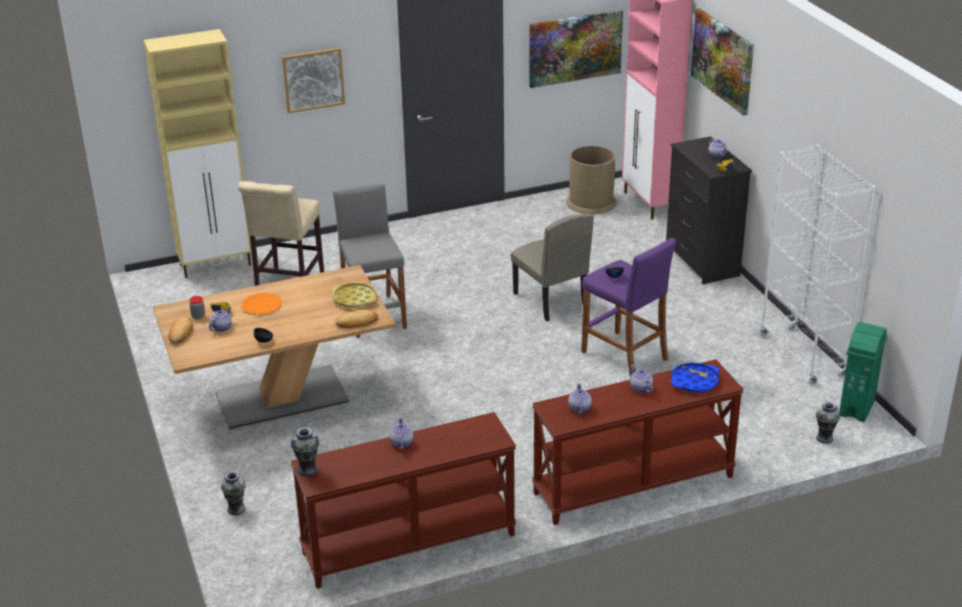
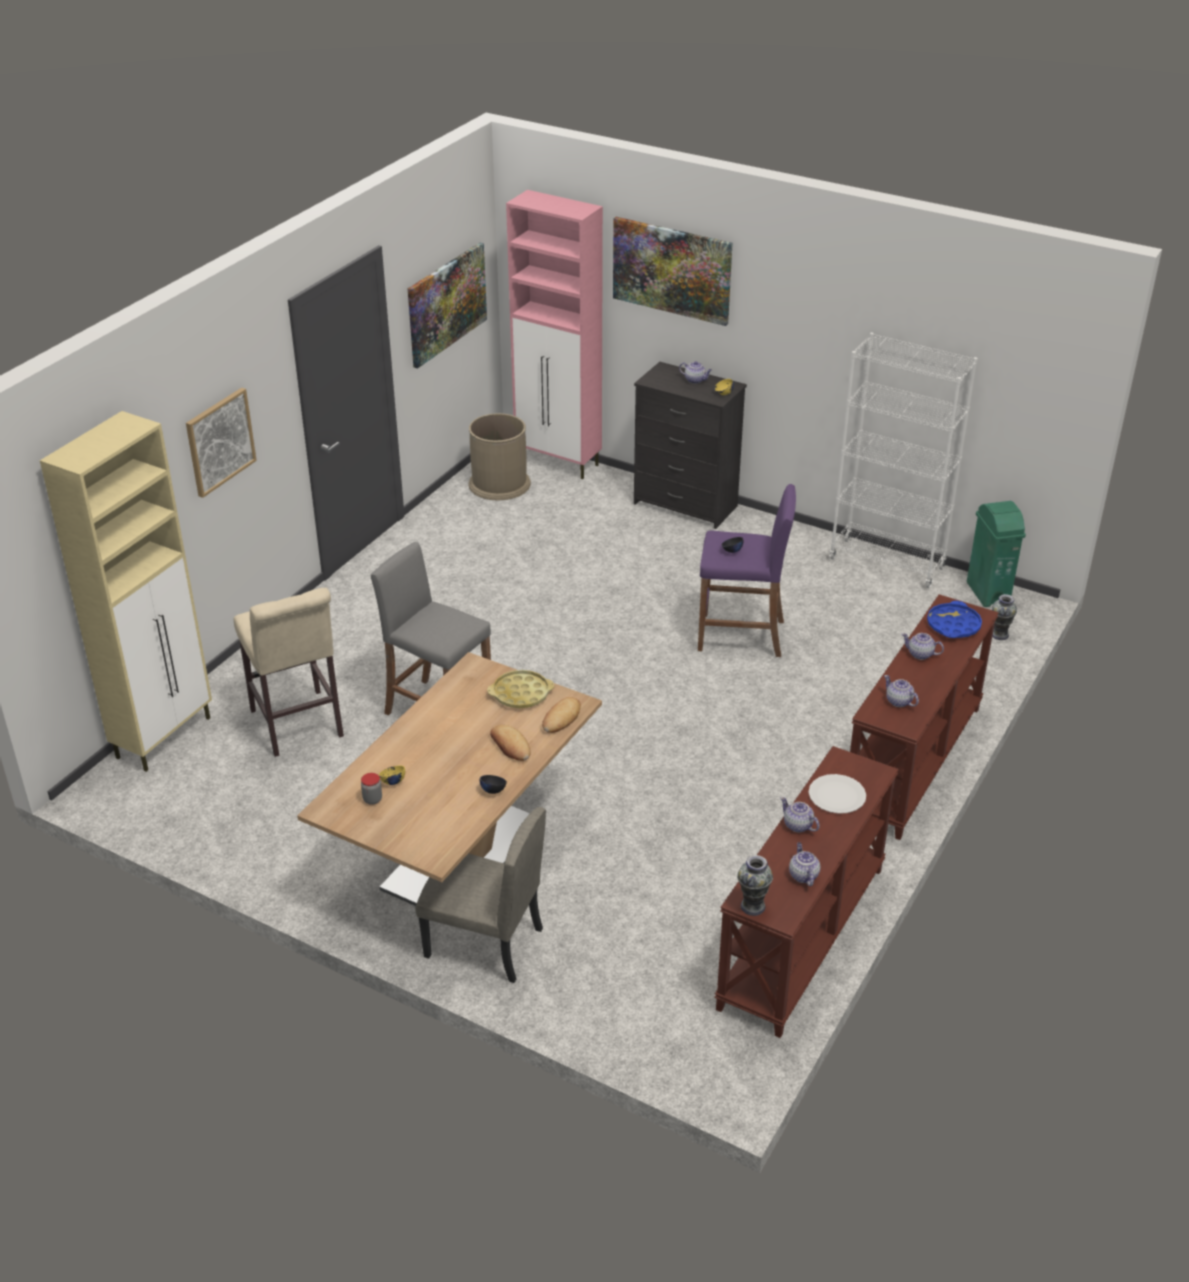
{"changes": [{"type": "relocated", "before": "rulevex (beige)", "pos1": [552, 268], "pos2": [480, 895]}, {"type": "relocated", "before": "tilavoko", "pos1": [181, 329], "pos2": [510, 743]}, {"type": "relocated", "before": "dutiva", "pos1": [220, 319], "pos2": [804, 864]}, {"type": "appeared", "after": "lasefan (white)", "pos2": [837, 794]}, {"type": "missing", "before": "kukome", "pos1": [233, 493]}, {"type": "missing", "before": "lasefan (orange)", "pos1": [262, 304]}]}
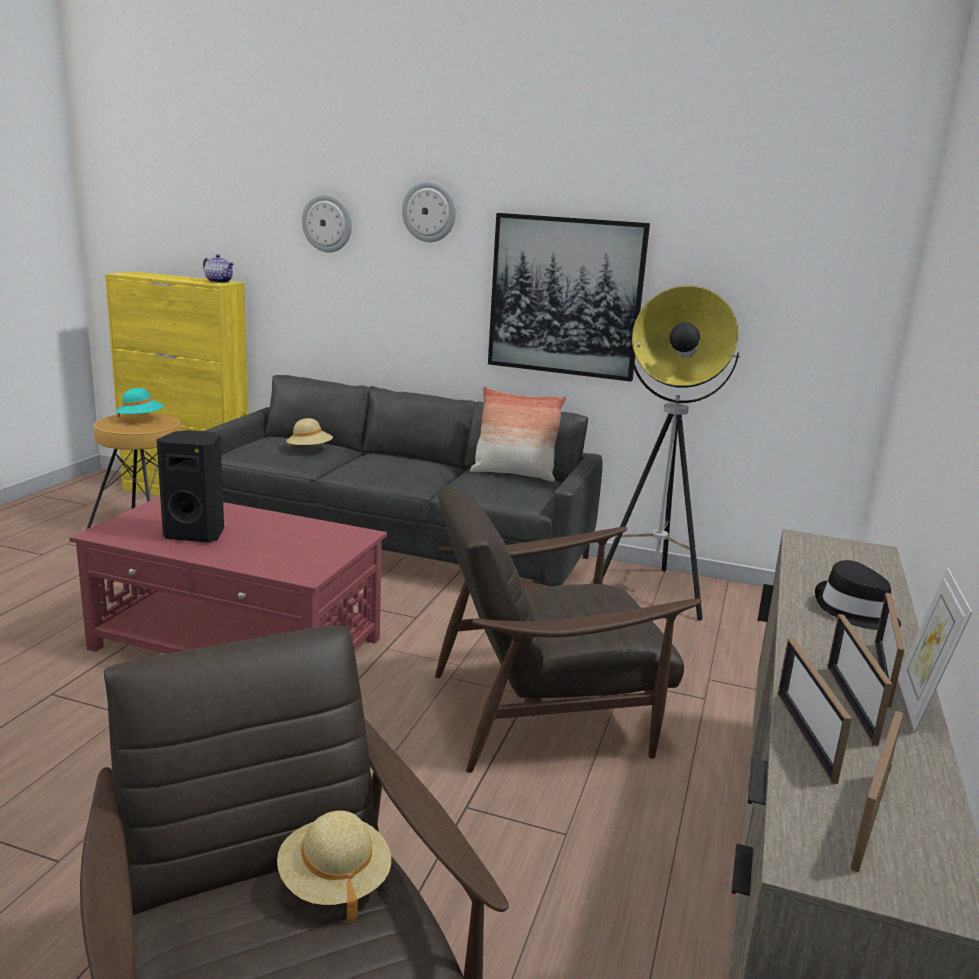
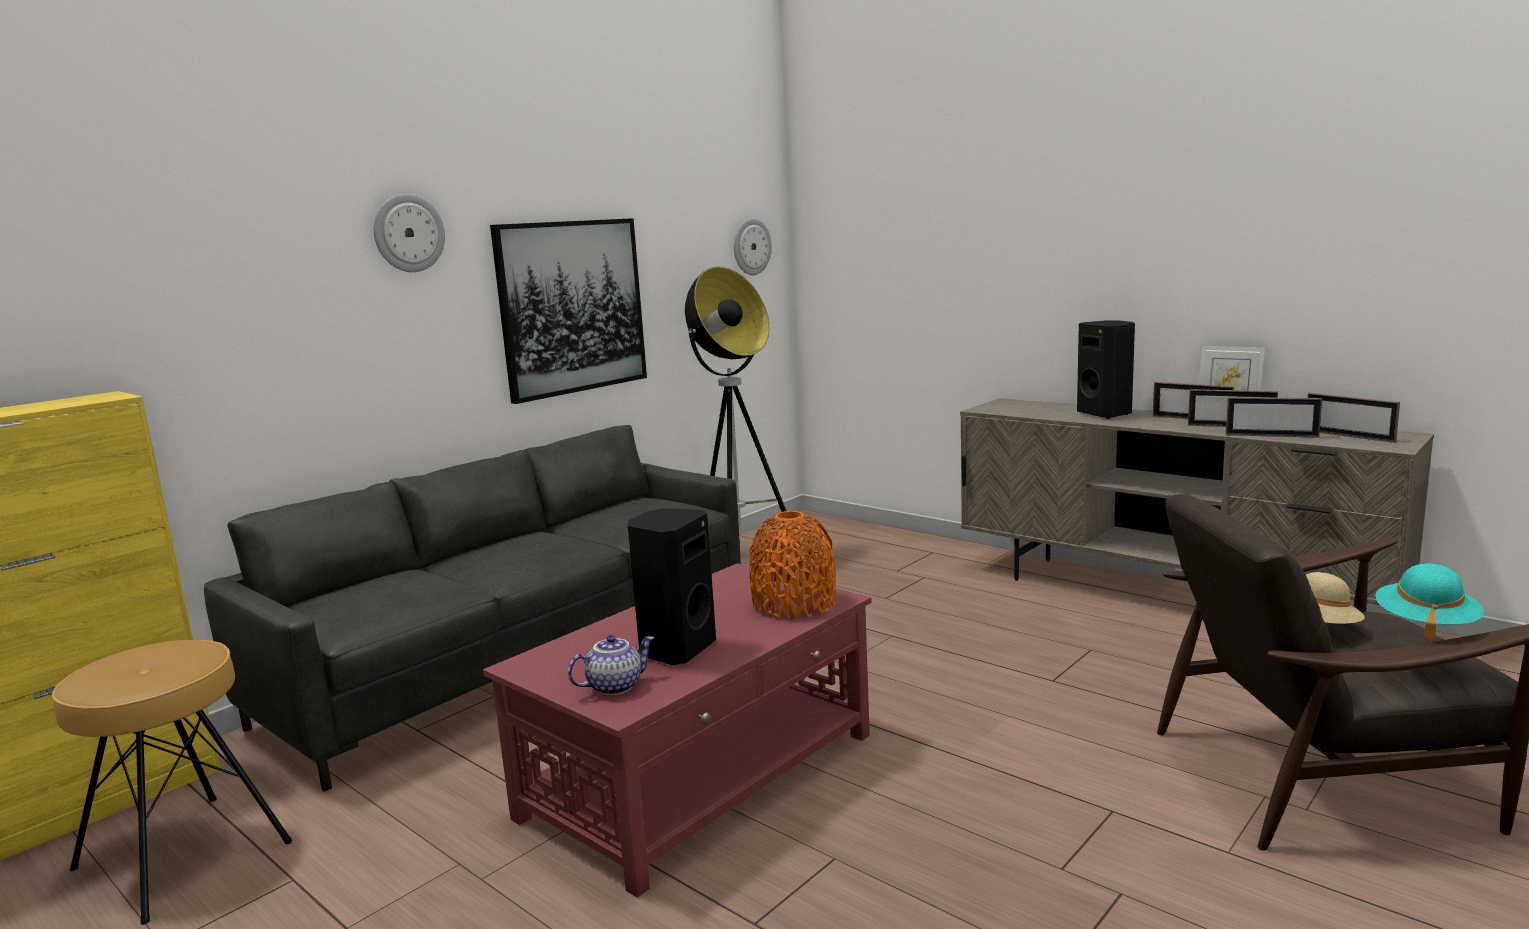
{"changes": [{"type": "relocated", "before": "dutiva", "pos1": [218, 268], "pos2": [611, 665]}, {"type": "relocated", "before": "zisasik", "pos1": [327, 223], "pos2": [753, 246]}, {"type": "appeared", "after": "kukome (orange)", "pos2": [792, 565]}, {"type": "exchanged", "before": "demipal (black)", "after": "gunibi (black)", "pos1": [858, 595], "pos2": [1106, 369]}, {"type": "relocated", "before": "demipal (turquoise)", "pos1": [140, 403], "pos2": [1429, 603]}, {"type": "missing", "before": "demipal (beige)", "pos1": [309, 433]}, {"type": "missing", "before": "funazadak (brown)", "pos1": [568, 629]}, {"type": "missing", "before": "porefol", "pos1": [518, 434]}]}
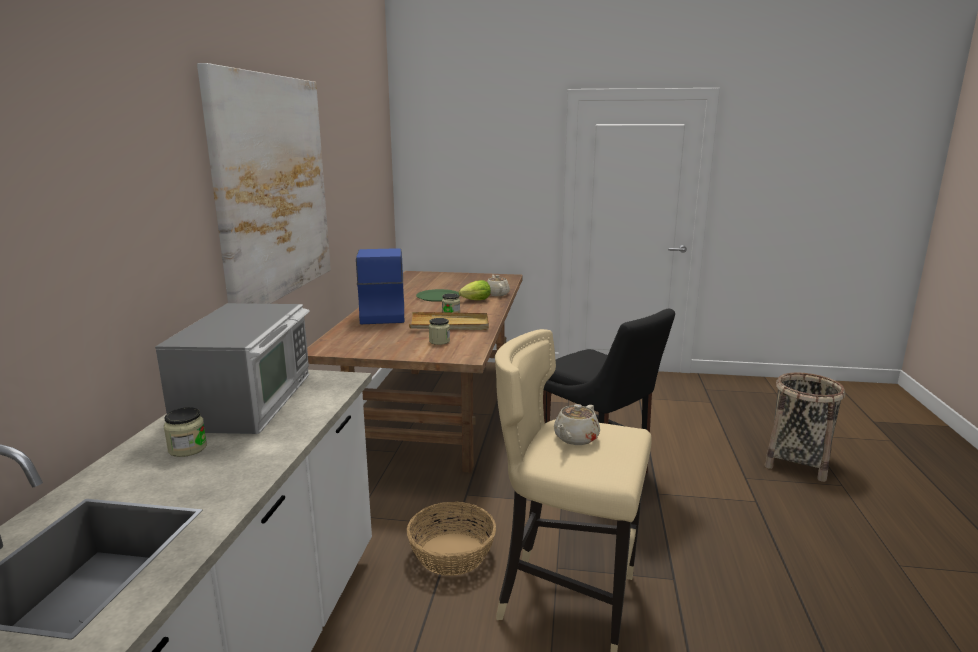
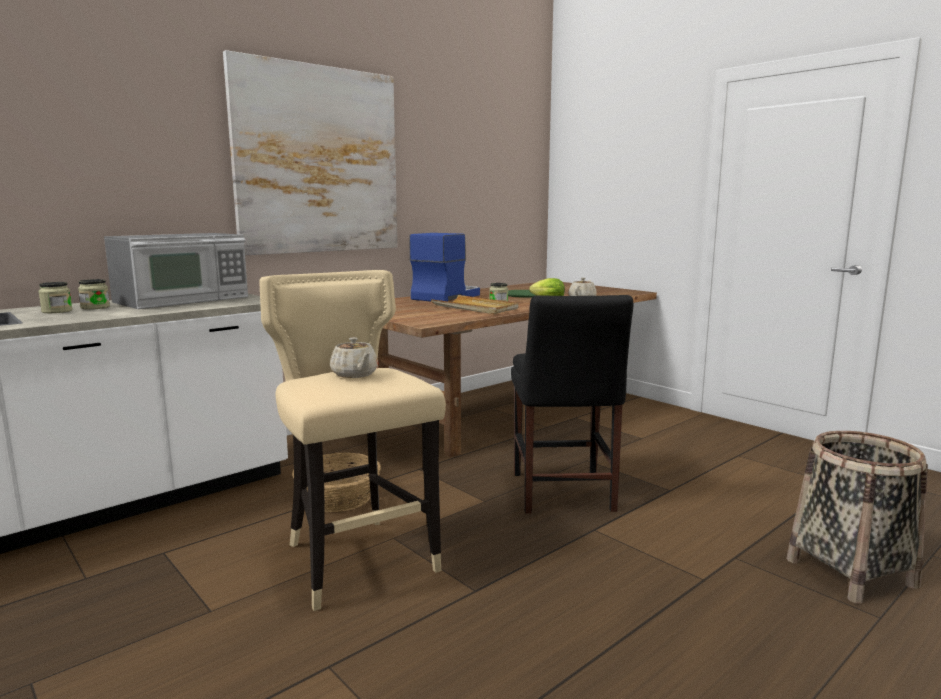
{"changes": [{"type": "relocated", "before": "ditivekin", "pos1": [439, 331], "pos2": [55, 297]}, {"type": "spun", "before": "dutiva (beige)", "pos1": [577, 424], "pos2": [354, 357], "turn": -105}]}
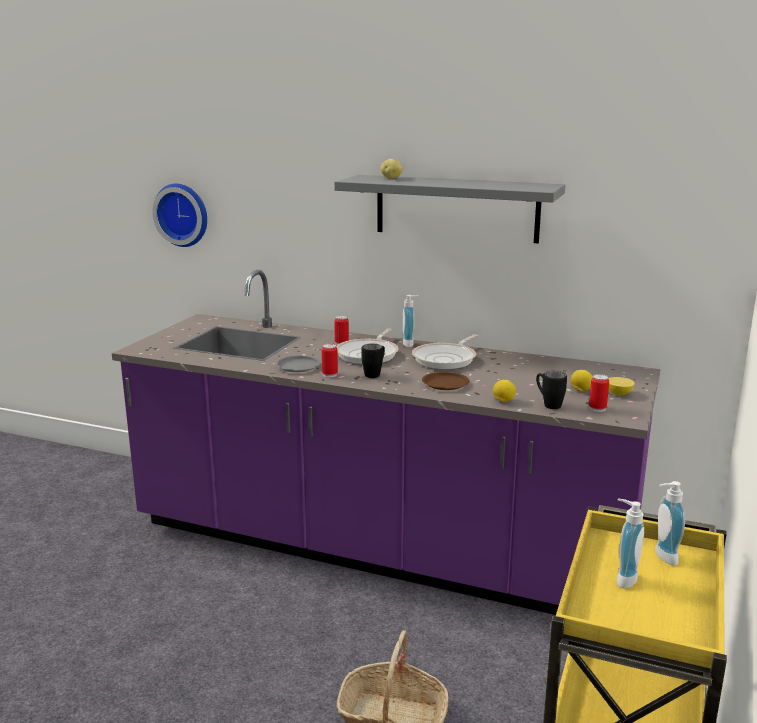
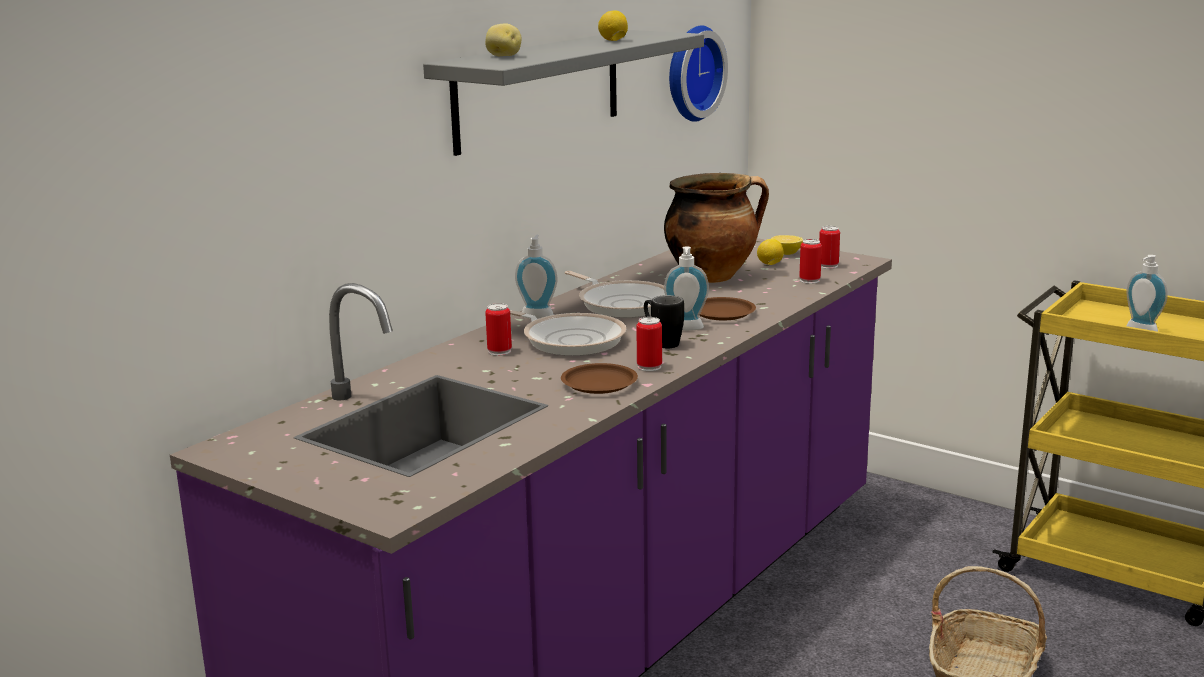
{"changes": [{"type": "colour", "before": "lasefan (grey)", "after": "lasefan (brown)", "pos1": [298, 363], "pos2": [599, 378]}, {"type": "relocated", "before": "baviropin", "pos1": [504, 391], "pos2": [613, 25]}, {"type": "appeared", "after": "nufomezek", "pos2": [716, 228]}, {"type": "relocated", "before": "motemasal", "pos1": [670, 523], "pos2": [686, 288]}, {"type": "relocated", "before": "zisasik", "pos1": [179, 215], "pos2": [698, 73]}, {"type": "exchanged", "before": "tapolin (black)", "after": "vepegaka", "pos1": [551, 390], "pos2": [810, 261]}]}
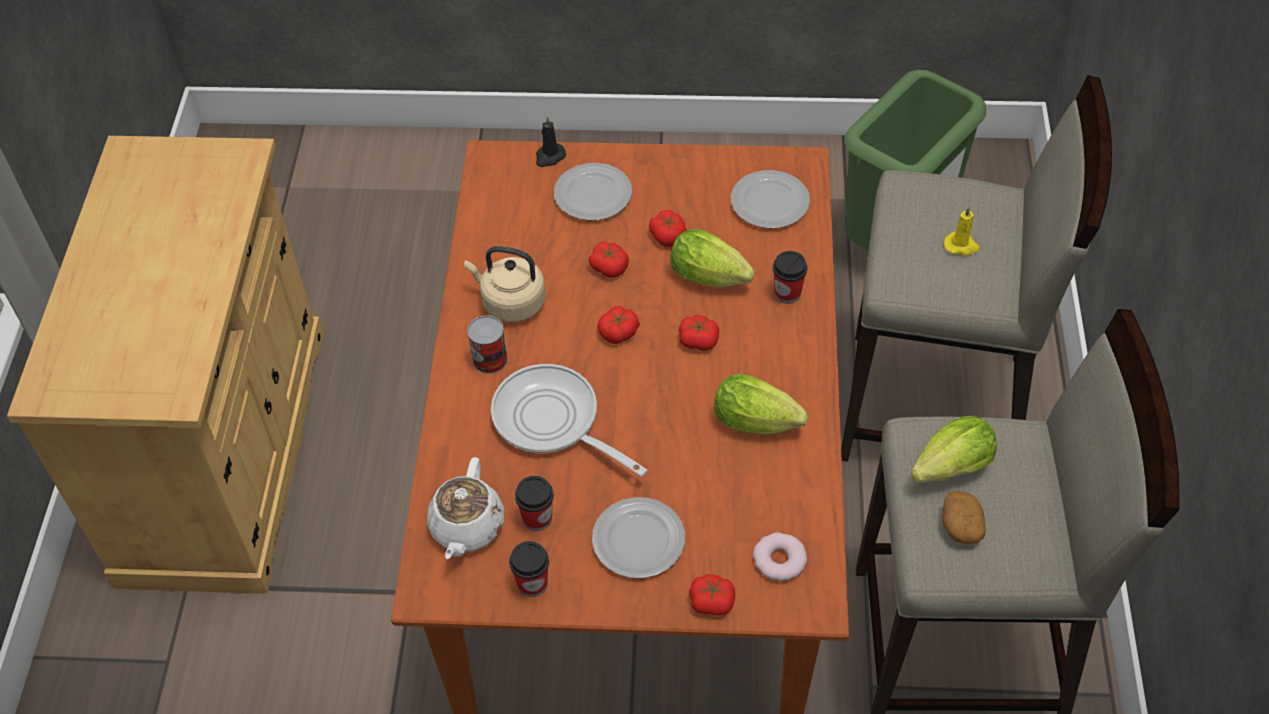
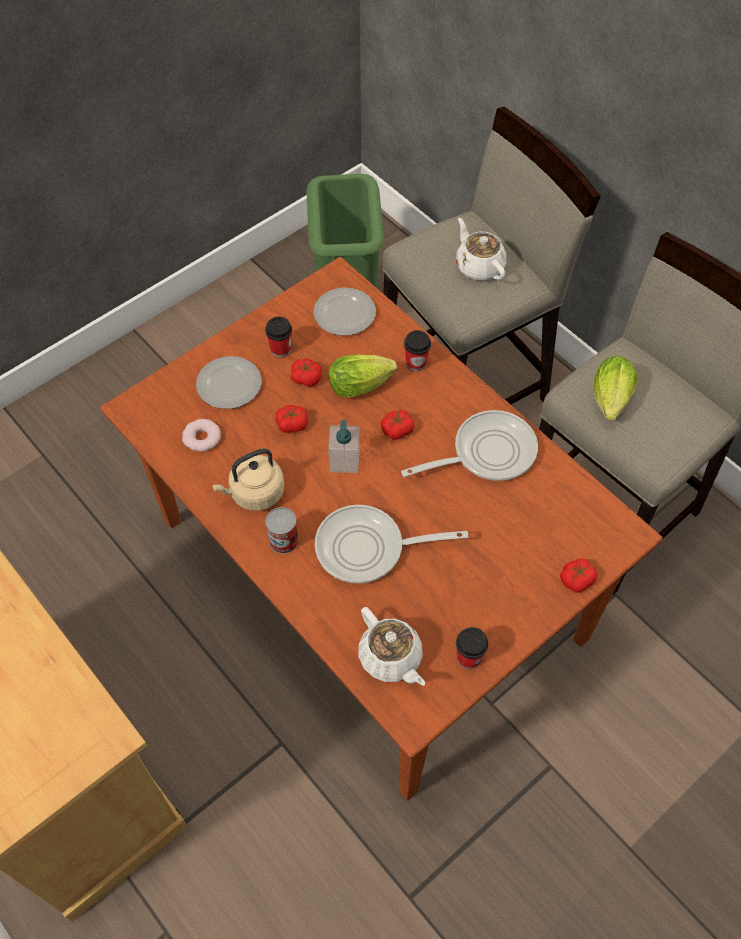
{"changes": [{"type": "relocated", "before": "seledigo", "pos1": [780, 556], "pos2": [201, 435]}, {"type": "relocated", "before": "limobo", "pos1": [534, 503], "pos2": [278, 337]}, {"type": "exchanged", "before": "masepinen", "after": "motemasal", "pos1": [618, 325], "pos2": [343, 446]}, {"type": "exchanged", "before": "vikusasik", "after": "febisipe", "pos1": [761, 404], "pos2": [469, 445]}, {"type": "exchanged", "before": "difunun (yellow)", "after": "dutiva (white)", "pos1": [962, 231], "pos2": [481, 249]}, {"type": "missing", "before": "difunun (black)", "pos1": [551, 141]}, {"type": "missing", "before": "lasefan", "pos1": [638, 537]}, {"type": "missing", "before": "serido", "pos1": [964, 517]}]}
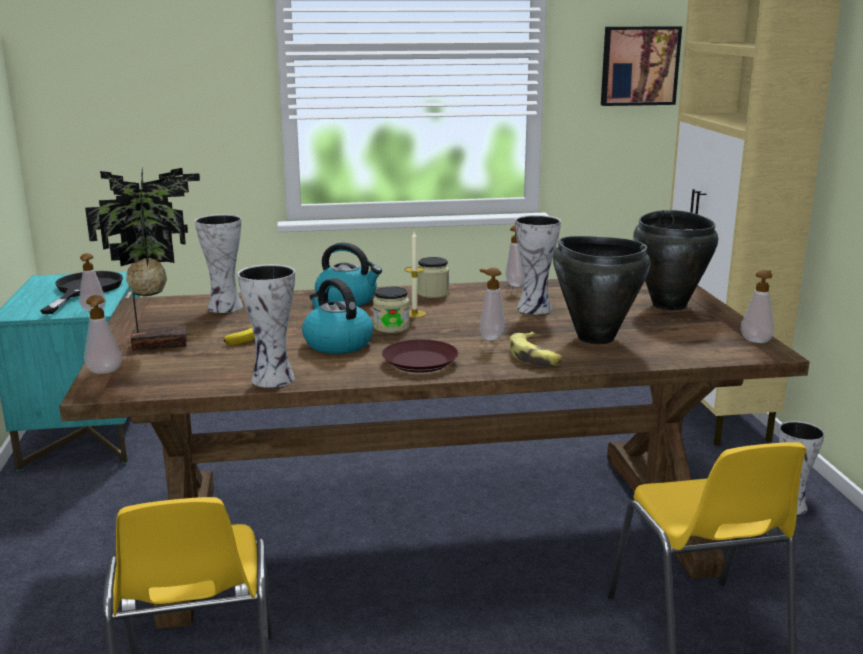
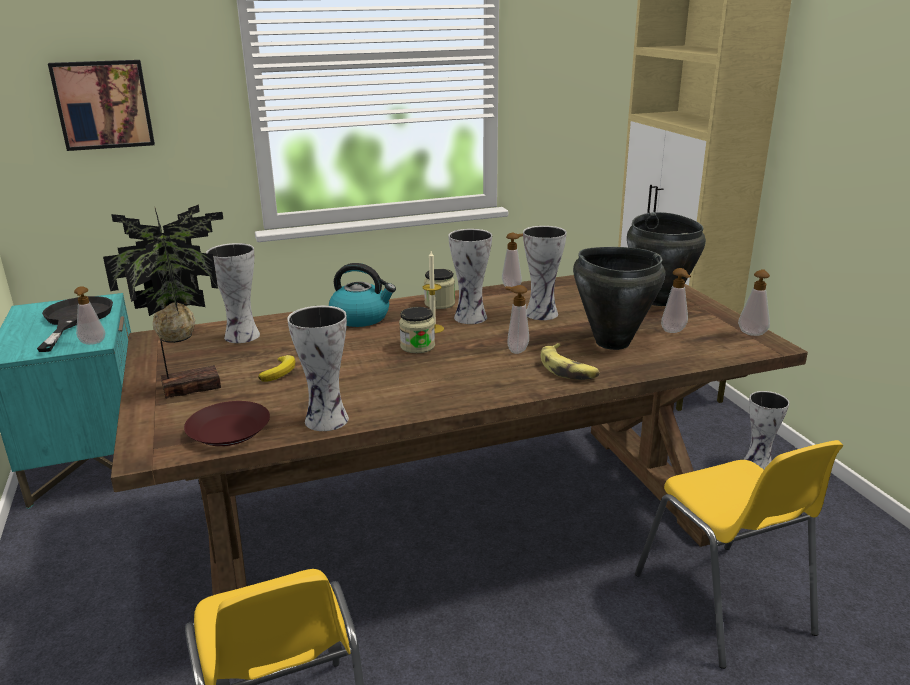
{"changes": [{"type": "relocated", "before": "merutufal", "pos1": [641, 66], "pos2": [101, 105]}, {"type": "relocated", "before": "lasefan (brown)", "pos1": [420, 356], "pos2": [227, 423]}, {"type": "appeared", "after": "kukome", "pos2": [470, 276]}, {"type": "relocated", "before": "motemasal", "pos1": [103, 334], "pos2": [676, 300]}, {"type": "missing", "before": "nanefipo", "pos1": [337, 316]}]}
